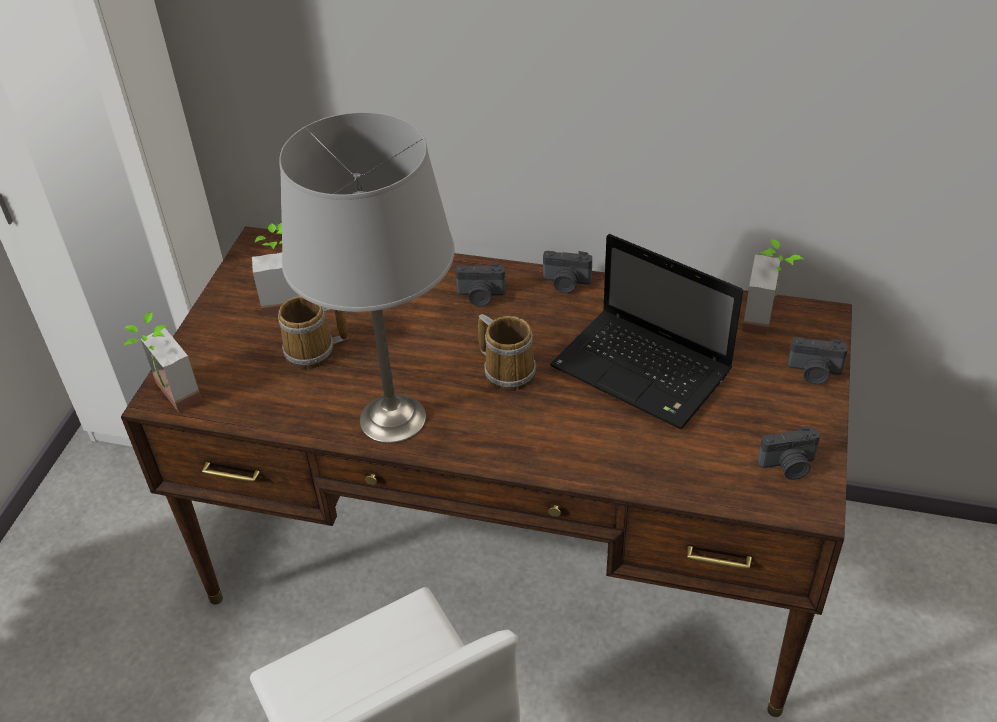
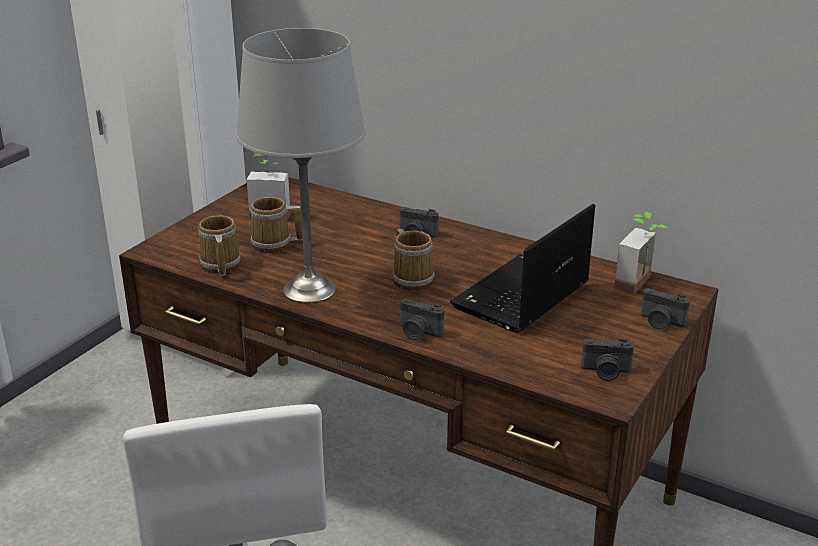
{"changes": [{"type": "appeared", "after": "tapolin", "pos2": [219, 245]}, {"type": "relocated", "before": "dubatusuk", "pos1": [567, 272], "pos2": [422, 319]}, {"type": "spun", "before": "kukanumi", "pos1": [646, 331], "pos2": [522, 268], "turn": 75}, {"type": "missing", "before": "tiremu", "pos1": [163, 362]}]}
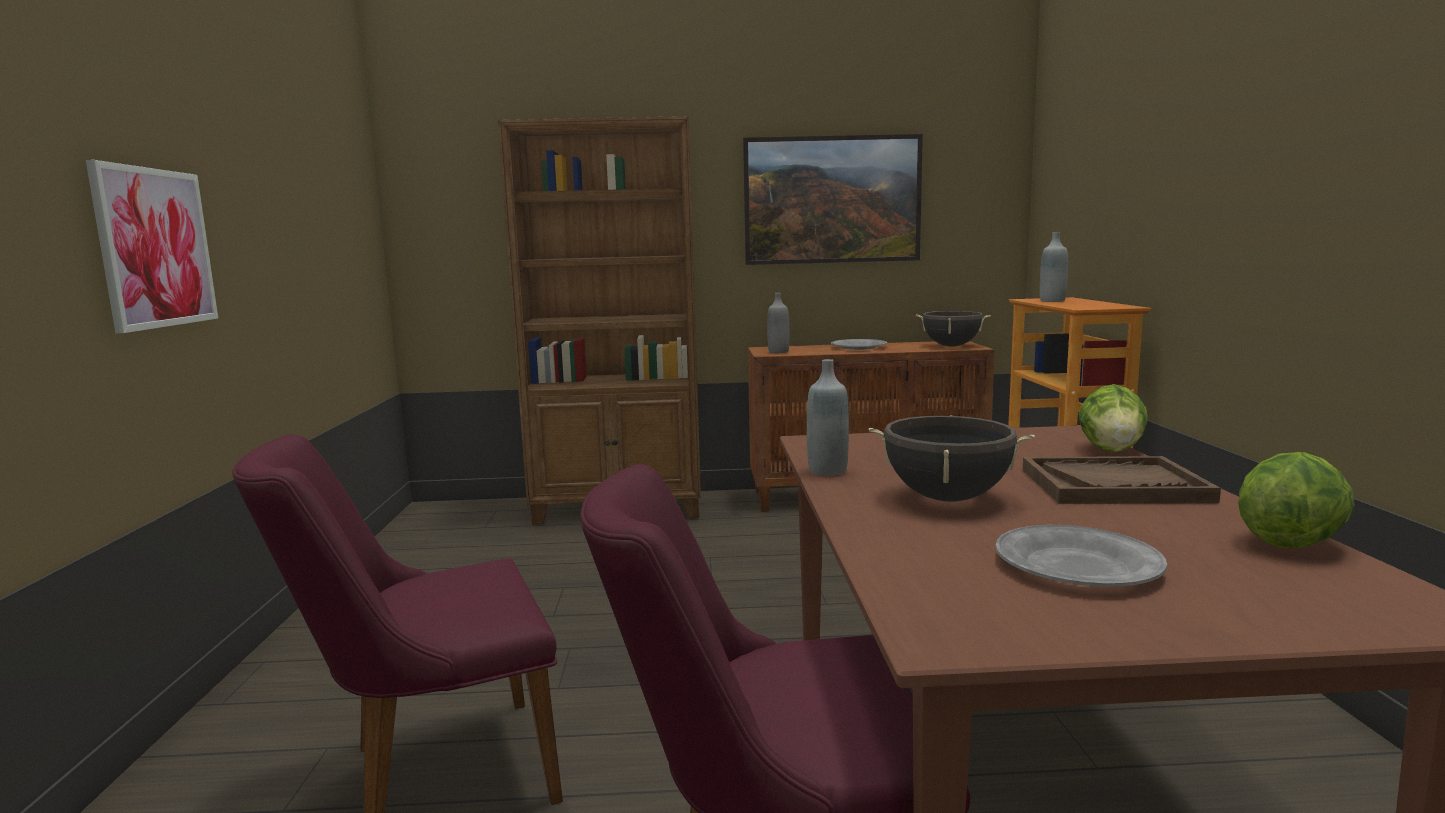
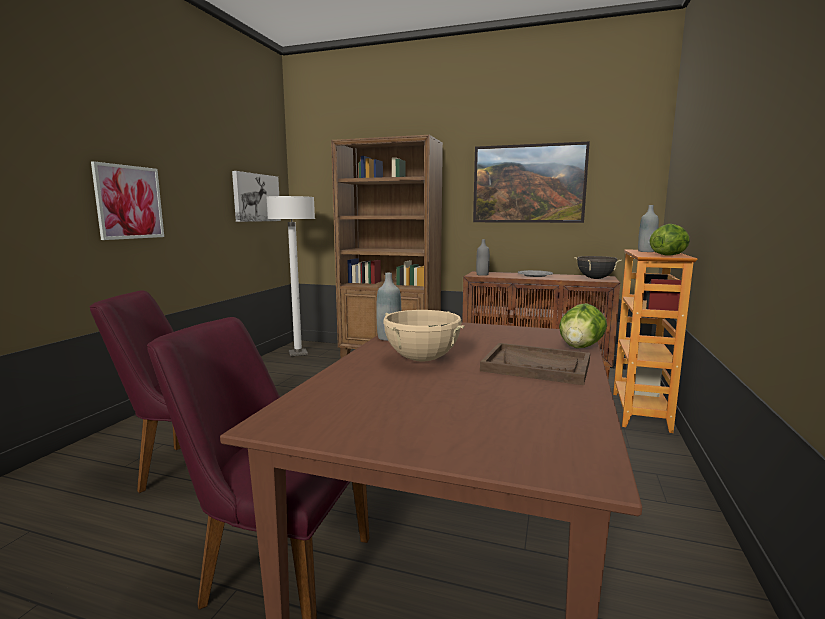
{"changes": [{"type": "appeared", "after": "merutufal", "pos2": [256, 196]}, {"type": "appeared", "after": "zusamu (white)", "pos2": [290, 276]}, {"type": "colour", "before": "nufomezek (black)", "after": "nufomezek (beige)", "pos1": [952, 458], "pos2": [423, 335]}, {"type": "relocated", "before": "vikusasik", "pos1": [1296, 500], "pos2": [669, 240]}, {"type": "missing", "before": "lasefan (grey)", "pos1": [1081, 556]}]}
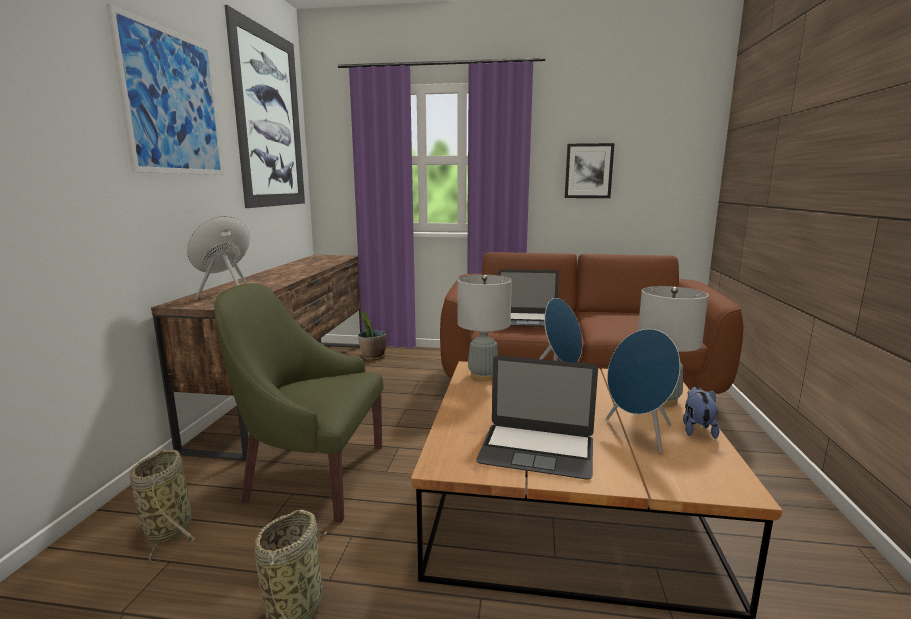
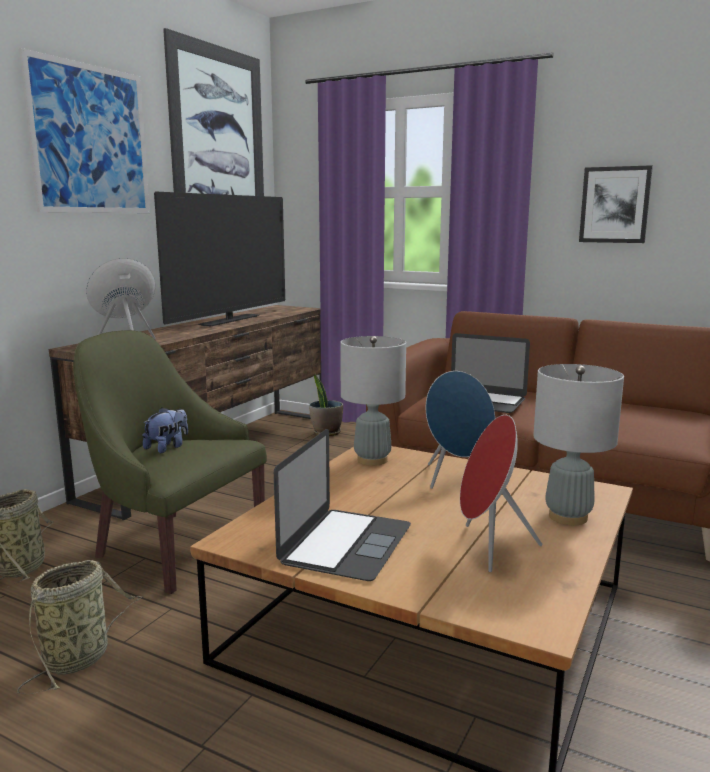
{"changes": [{"type": "relocated", "before": "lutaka", "pos1": [701, 412], "pos2": [165, 430]}, {"type": "appeared", "after": "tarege", "pos2": [219, 259]}, {"type": "spun", "before": "kukanumi", "pos1": [537, 417], "pos2": [342, 505], "turn": -105}, {"type": "colour", "before": "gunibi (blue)", "after": "gunibi (red)", "pos1": [643, 391], "pos2": [501, 493]}]}
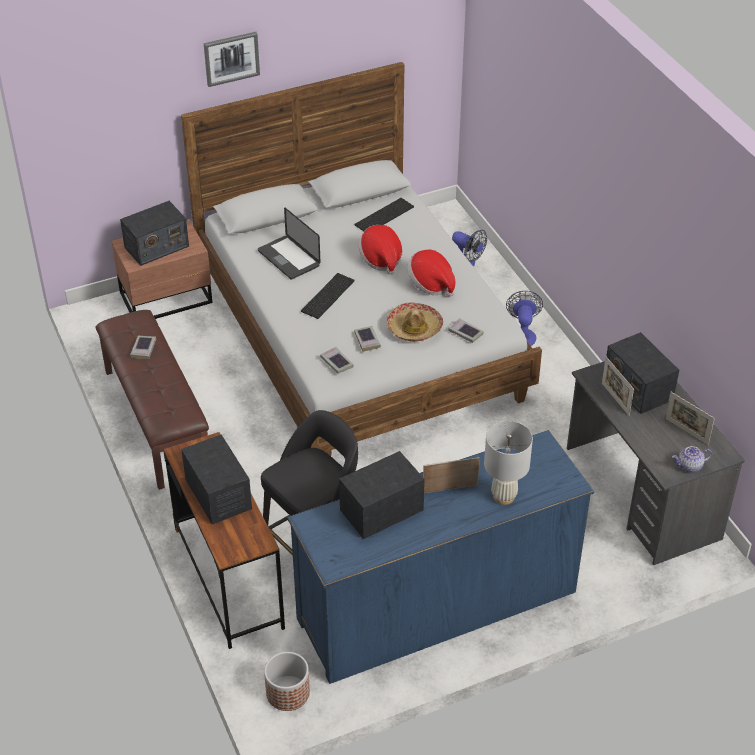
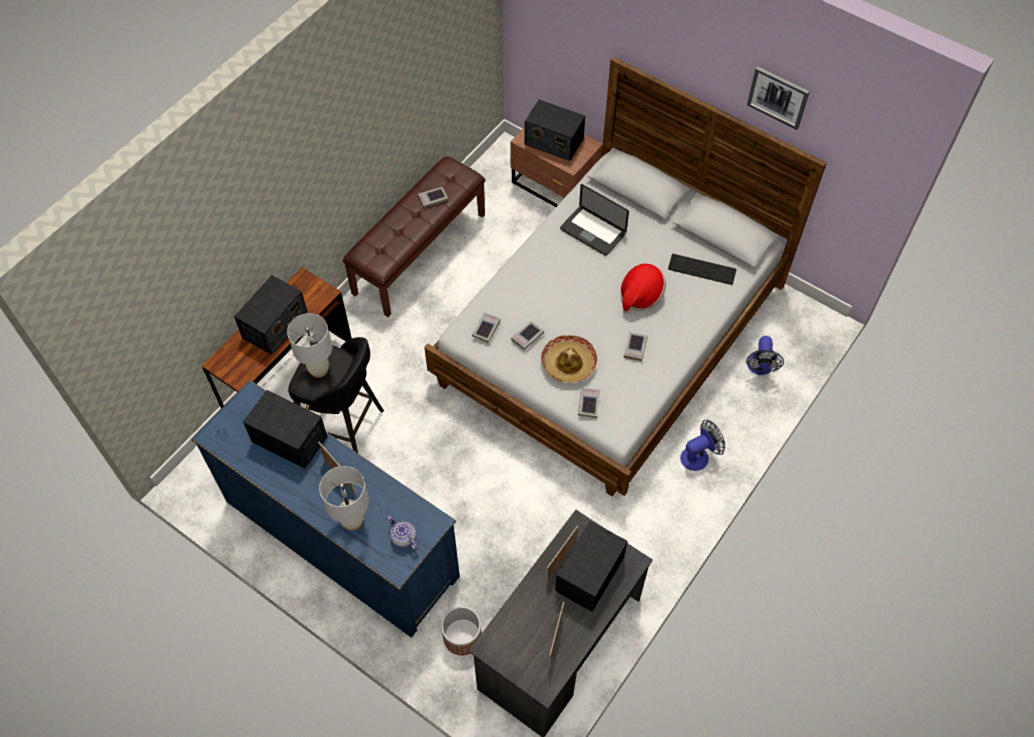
{"changes": [{"type": "appeared", "after": "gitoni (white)", "pos2": [310, 345]}, {"type": "relocated", "before": "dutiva", "pos1": [692, 459], "pos2": [403, 533]}, {"type": "relocated", "before": "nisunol", "pos1": [287, 681], "pos2": [461, 631]}, {"type": "spun", "before": "kukanumi", "pos1": [289, 243], "pos2": [594, 220], "turn": -75}, {"type": "exchanged", "before": "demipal", "after": "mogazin", "pos1": [431, 273], "pos2": [636, 346]}, {"type": "relocated", "before": "merutufal", "pos1": [232, 59], "pos2": [778, 98]}, {"type": "missing", "before": "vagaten", "pos1": [328, 296]}]}
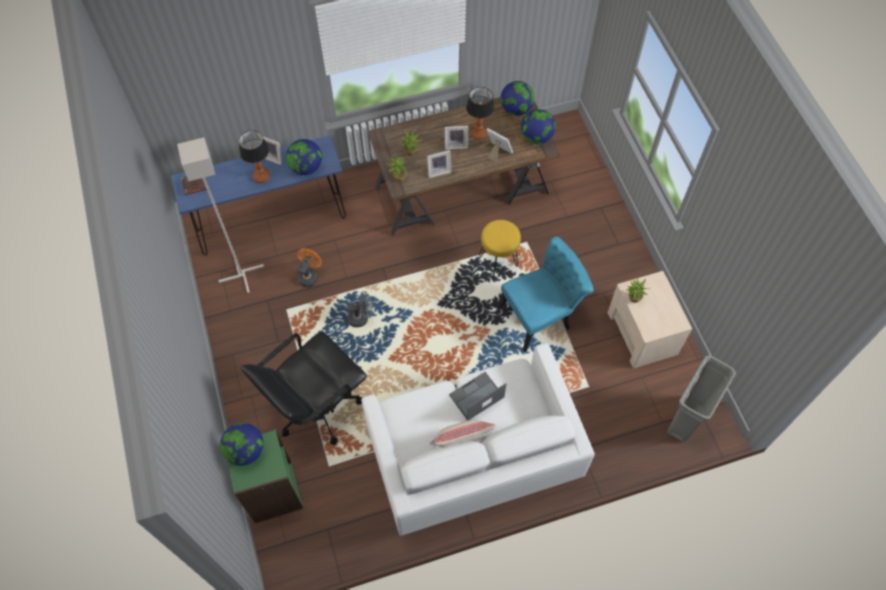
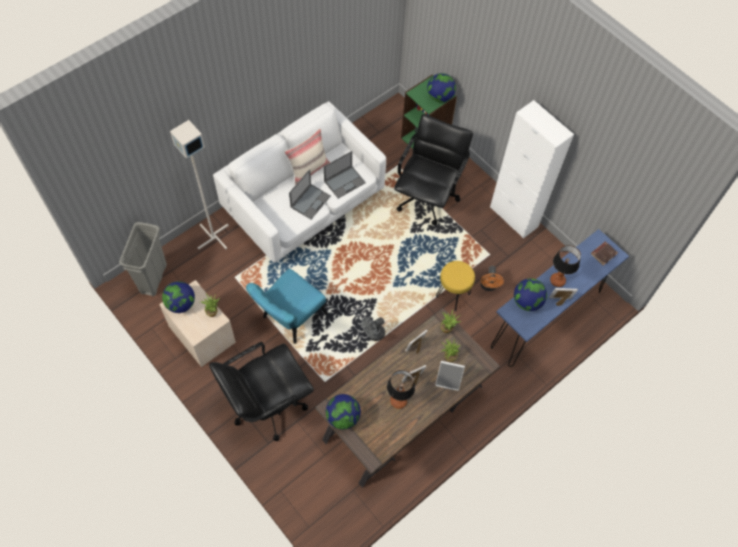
{"changes": [{"type": "relocated", "before": "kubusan", "pos1": [517, 98], "pos2": [178, 297]}, {"type": "relocated", "before": "zusamu (grey)", "pos1": [220, 215], "pos2": [199, 184]}, {"type": "appeared", "after": "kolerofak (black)", "pos2": [261, 391]}, {"type": "appeared", "after": "kukanumi", "pos2": [345, 175]}, {"type": "relocated", "before": "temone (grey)", "pos1": [359, 309], "pos2": [373, 329]}, {"type": "relocated", "before": "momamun", "pos1": [499, 145], "pos2": [450, 376]}, {"type": "relocated", "before": "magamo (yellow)", "pos1": [500, 248], "pos2": [455, 286]}, {"type": "appeared", "after": "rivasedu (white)", "pos2": [532, 169]}]}
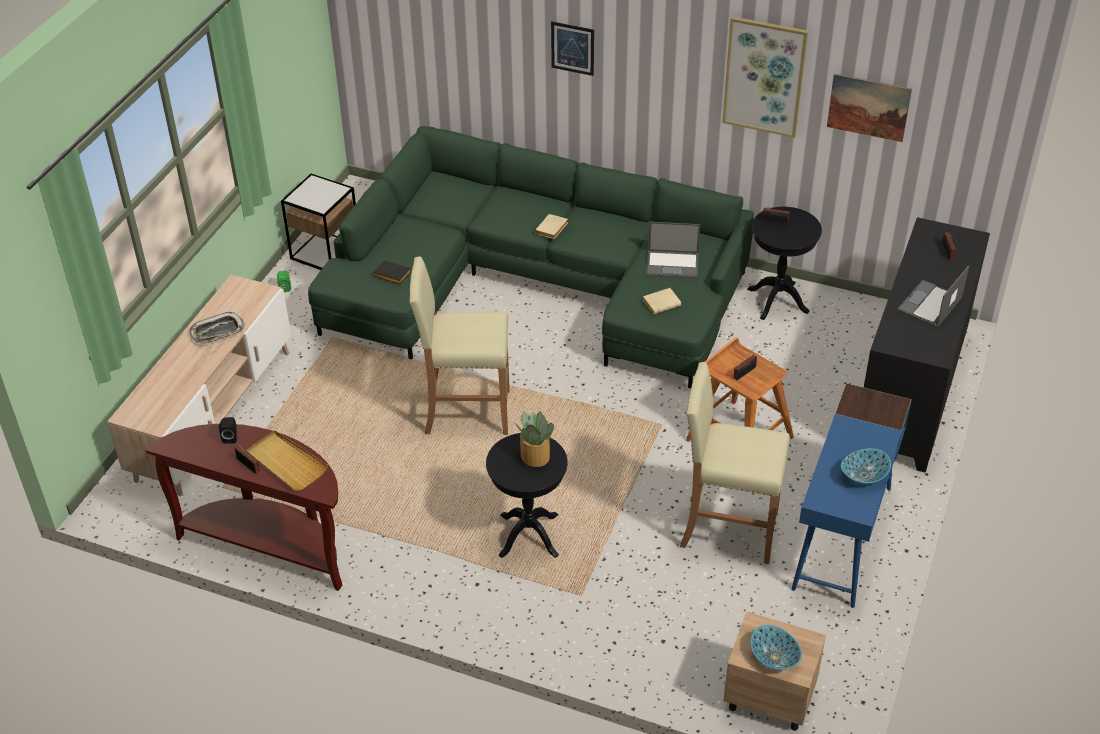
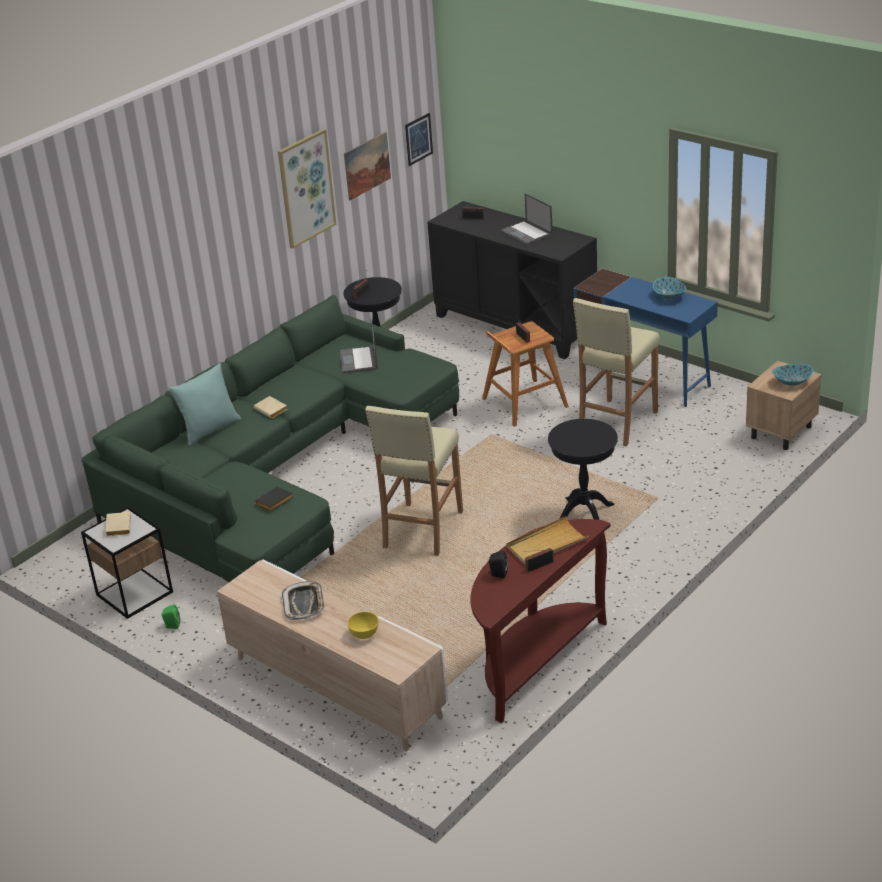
{"changes": [{"type": "relocated", "before": "mogazin (beige)", "pos1": [662, 301], "pos2": [118, 524]}, {"type": "appeared", "after": "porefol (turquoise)", "pos2": [204, 404]}, {"type": "spun", "before": "kukanumi", "pos1": [673, 250], "pos2": [359, 346], "turn": 150}, {"type": "appeared", "after": "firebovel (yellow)", "pos2": [363, 625]}, {"type": "relocated", "before": "merutufal", "pos1": [572, 48], "pos2": [419, 139]}, {"type": "missing", "before": "tiremu", "pos1": [535, 439]}]}
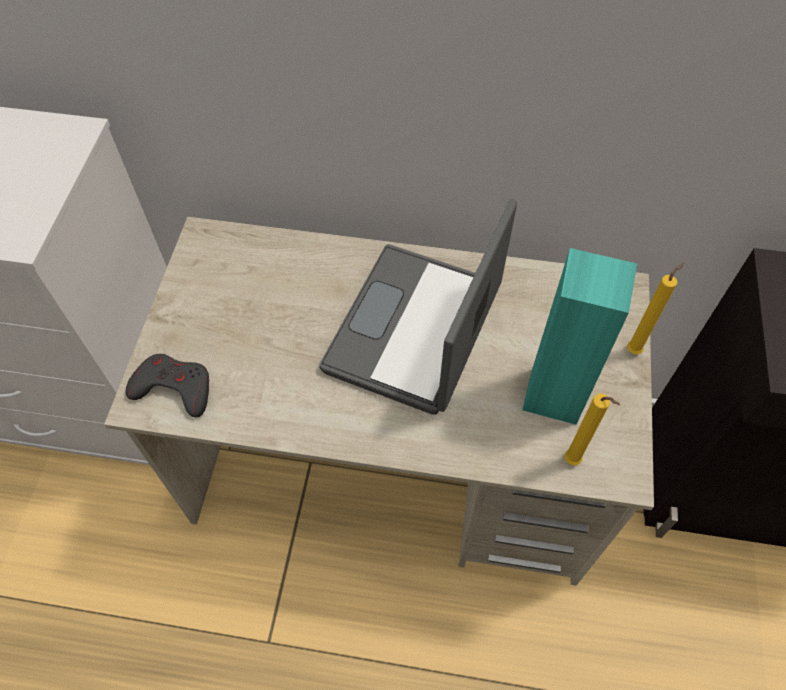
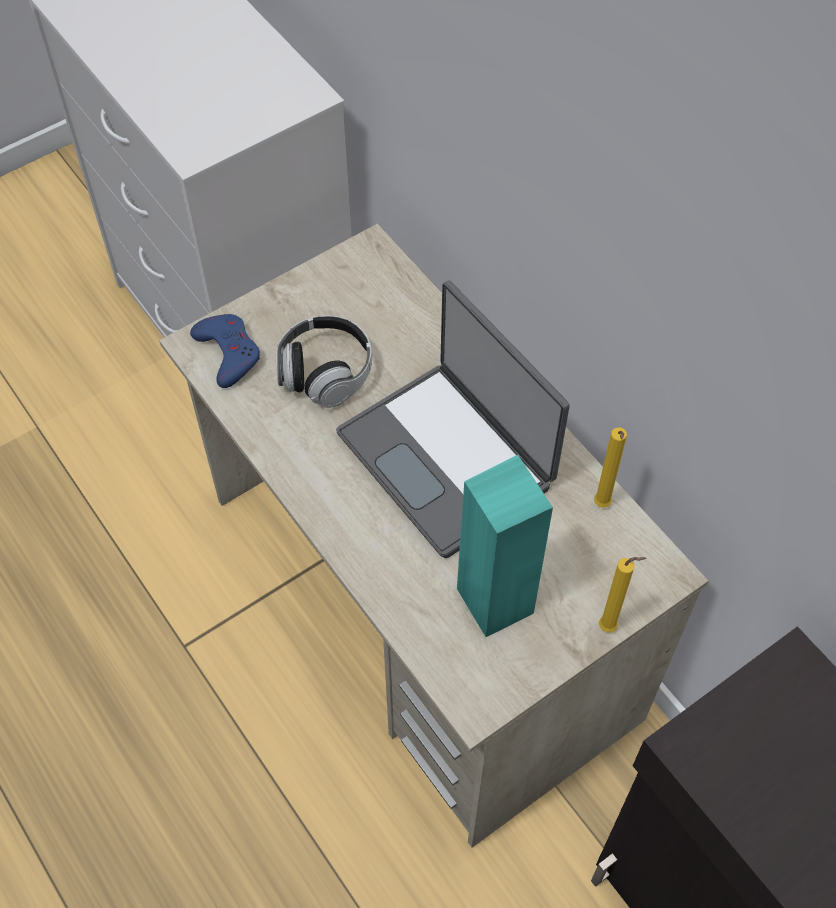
{"changes": [{"type": "colour", "before": "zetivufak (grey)", "after": "zetivufak (blue)", "pos1": [167, 385], "pos2": [225, 351]}, {"type": "appeared", "after": "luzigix", "pos2": [324, 361]}, {"type": "spun", "before": "kukanumi", "pos1": [418, 307], "pos2": [453, 419], "turn": -105}, {"type": "relocated", "before": "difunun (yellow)", "pos1": [592, 429], "pos2": [610, 467]}]}
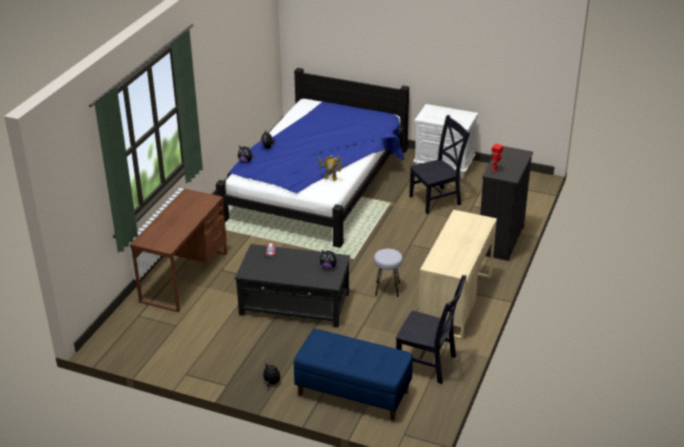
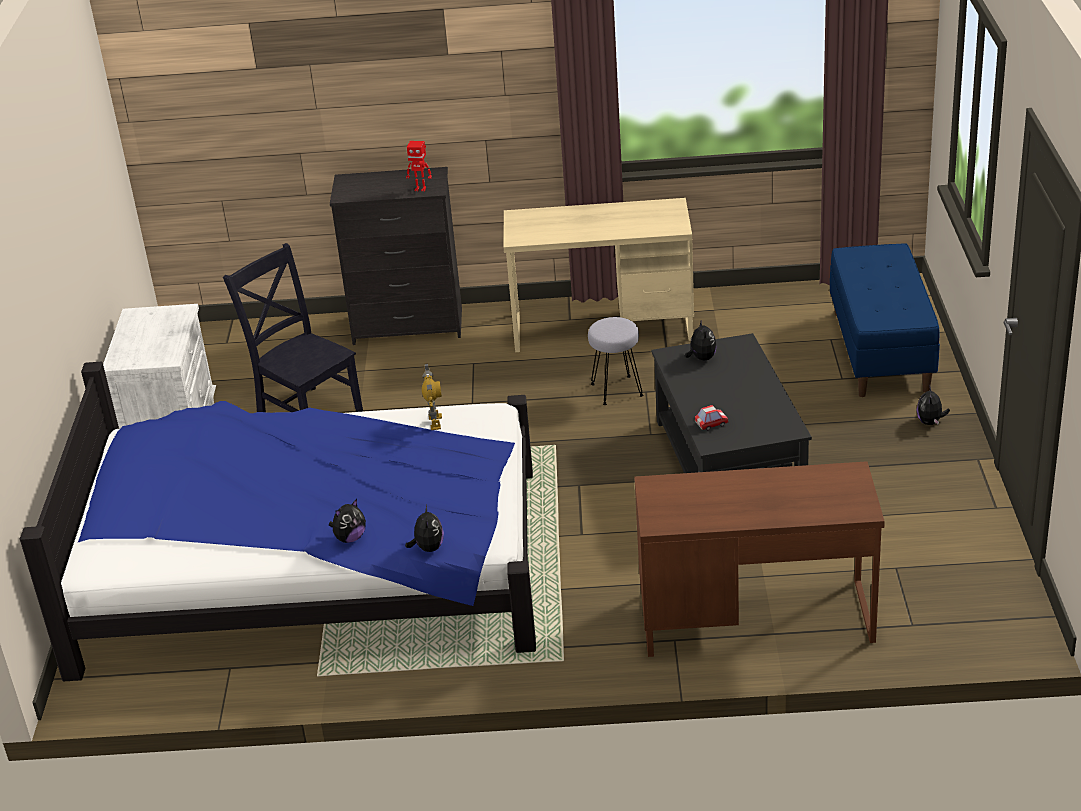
{"changes": [{"type": "missing", "before": "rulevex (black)", "pos1": [431, 329]}]}
